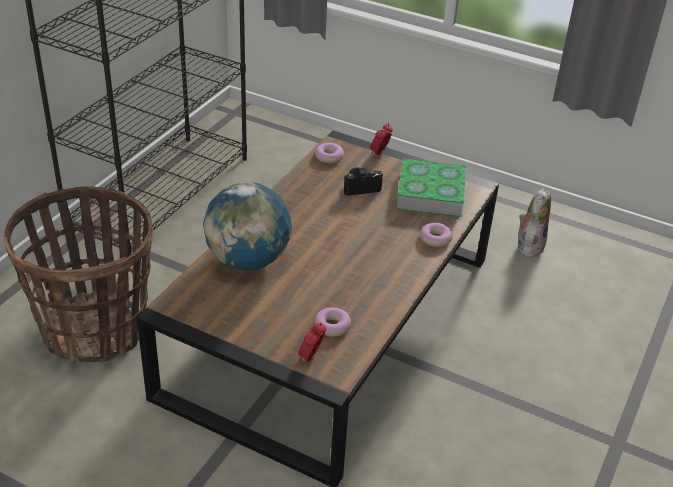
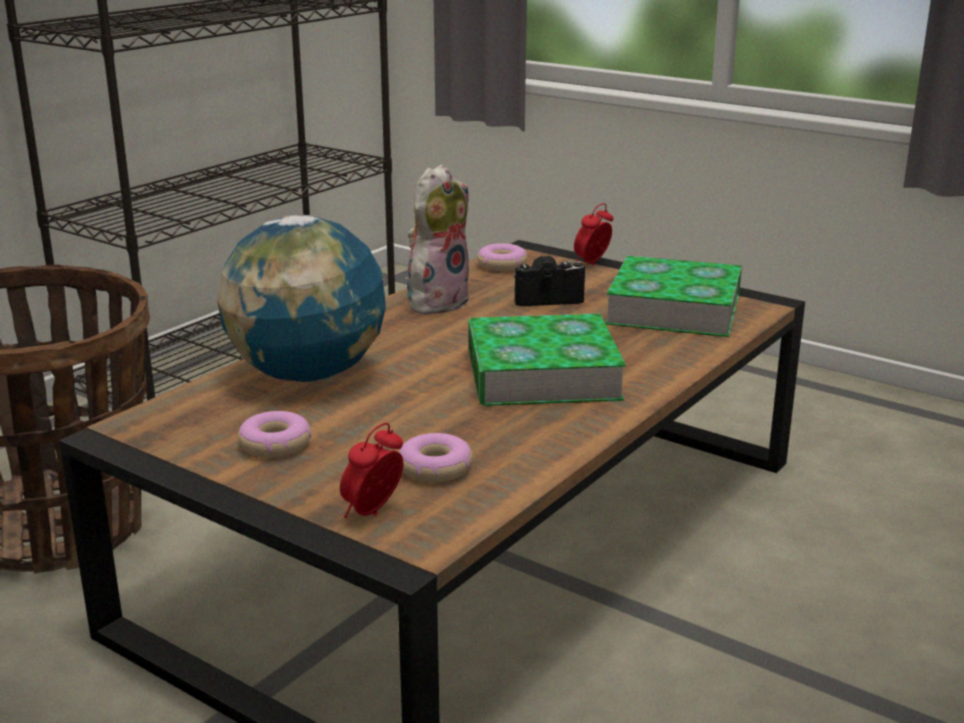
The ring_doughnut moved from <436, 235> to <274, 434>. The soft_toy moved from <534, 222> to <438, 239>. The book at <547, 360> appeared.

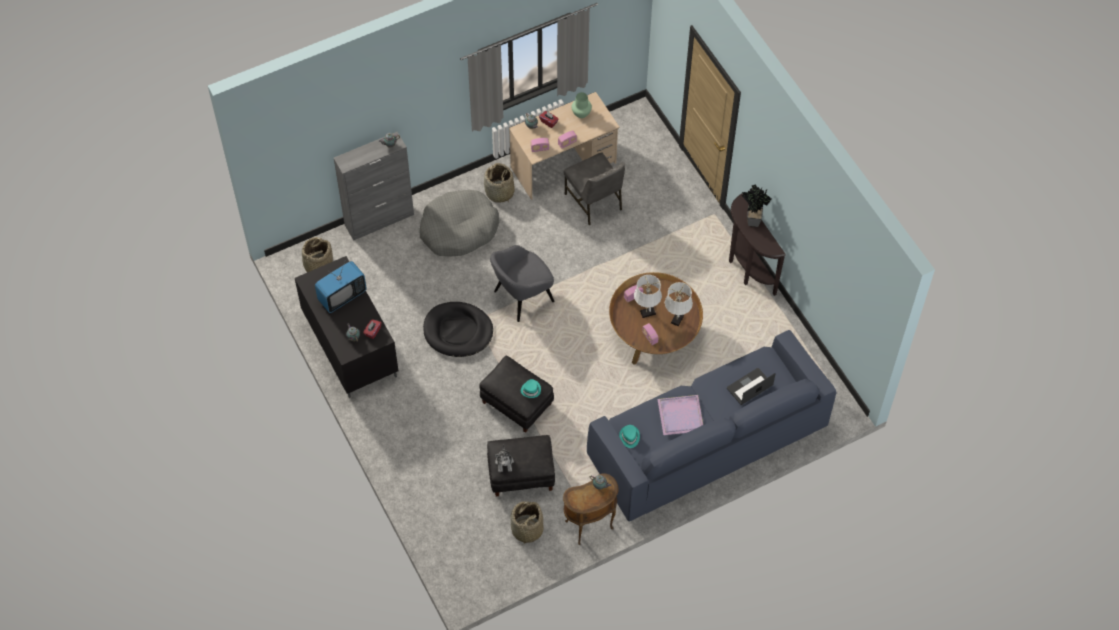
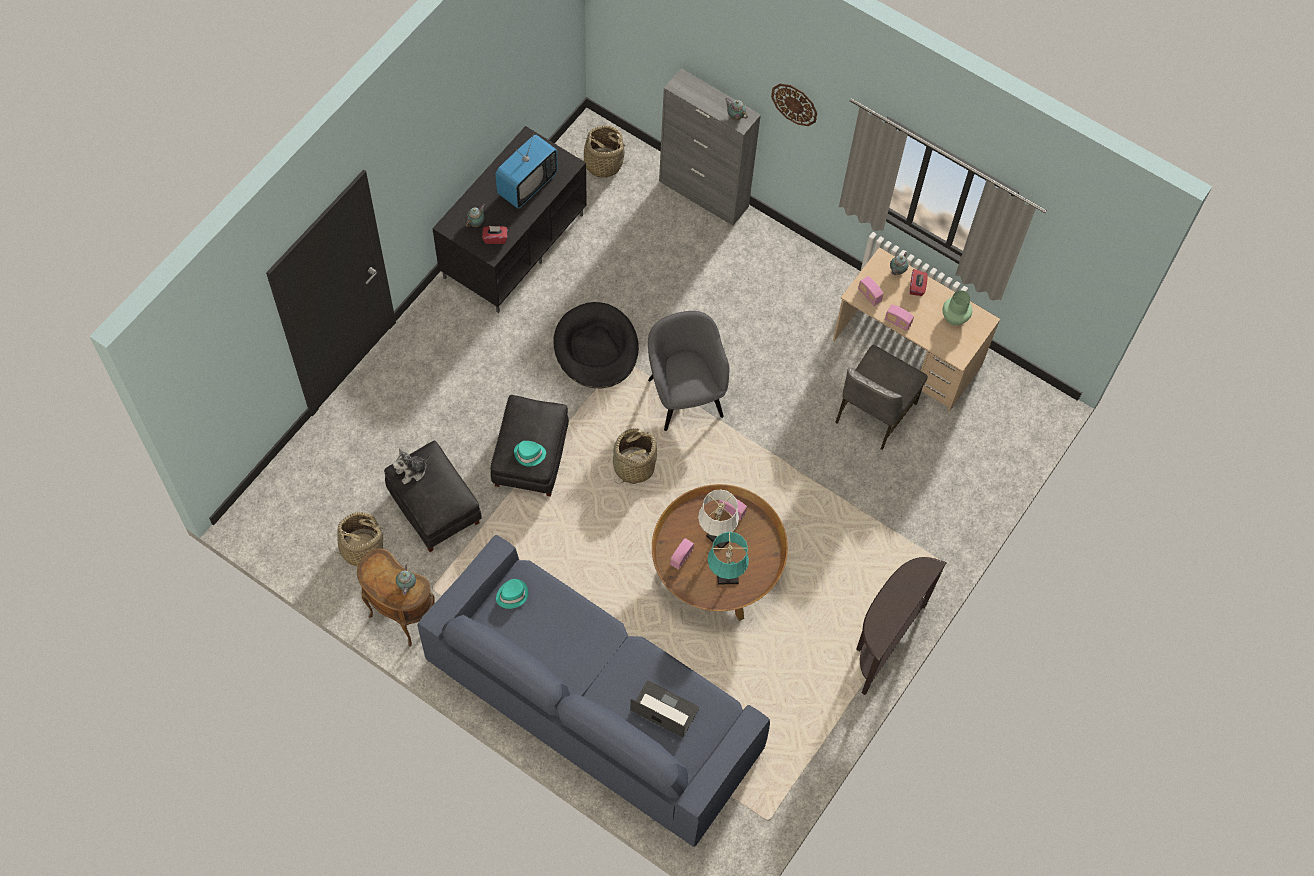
The TV_set at <341, 287> turned 75 degrees counterclockwise. The basket moved from <499, 183> to <635, 456>. The gray_lounge_chair at <522, 283> turned 45 degrees clockwise. The white_tabletop_lamp at <679, 304> became the turquoise_tabletop_lamp at <728, 558>. The hanging_clock at <794, 105> appeared. The gray_pet_bed at <459, 223> disappeared. The purple_serving_tray at <680, 415> disappeared. The plant_in_a_pot at <756, 205> disappeared.

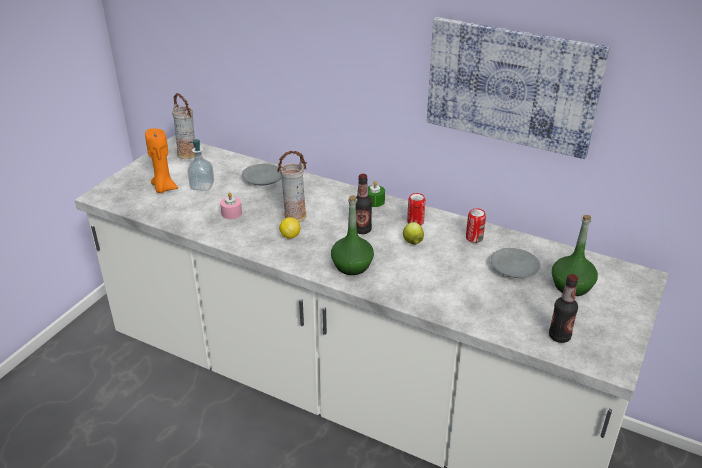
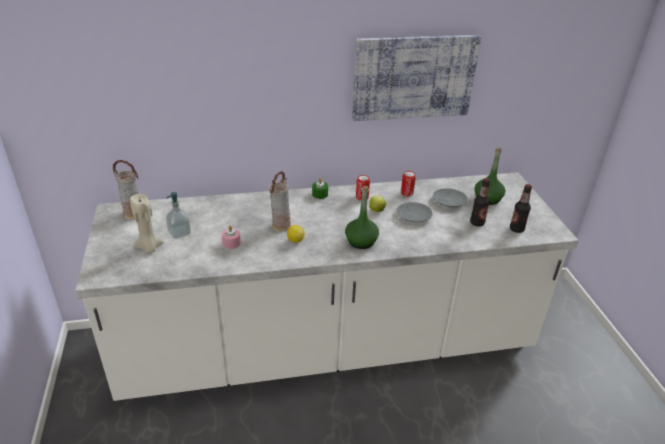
The orange_wax_light at <161, 160> became the sand-coloured_wax_light at <147, 223>. The gray_dinner_plate moved from <262, 174> to <414, 212>. The drink_bottle moved from <364, 204> to <480, 202>.

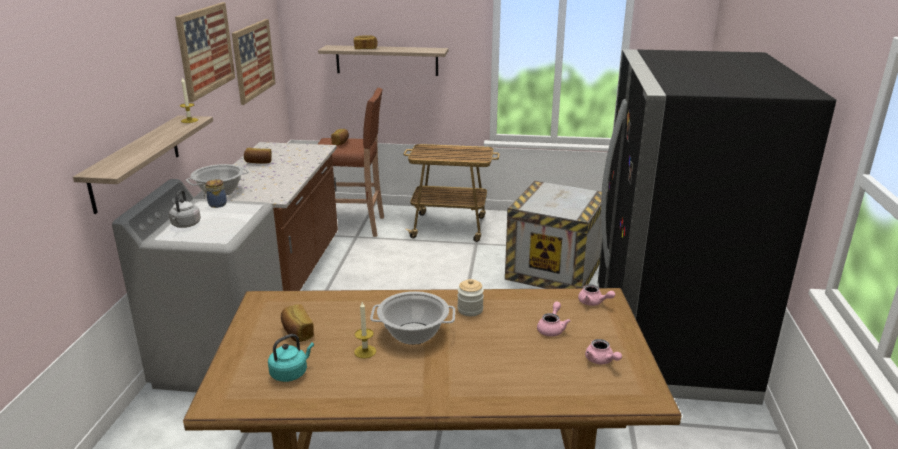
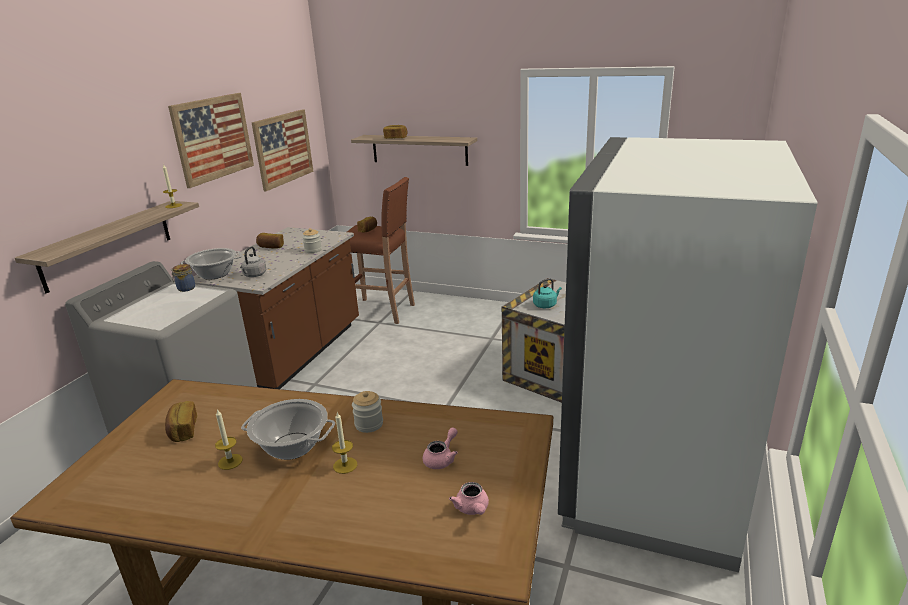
The gray_water_kettle moved from <185, 209> to <253, 261>. The preserve_jar at <312, 240> appeared. The wax_light at <344, 443> appeared. The turquoise_water_kettle moved from <291, 358> to <547, 293>. The black-coloured_fridge at <717, 227> became the white_fridge at <687, 354>. The trolley at <452, 193> disappeared. The pink_teapot at <596, 295> disappeared.

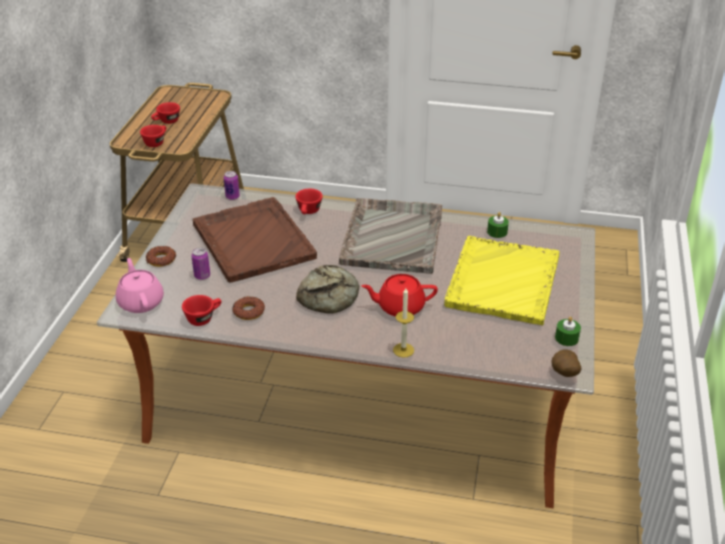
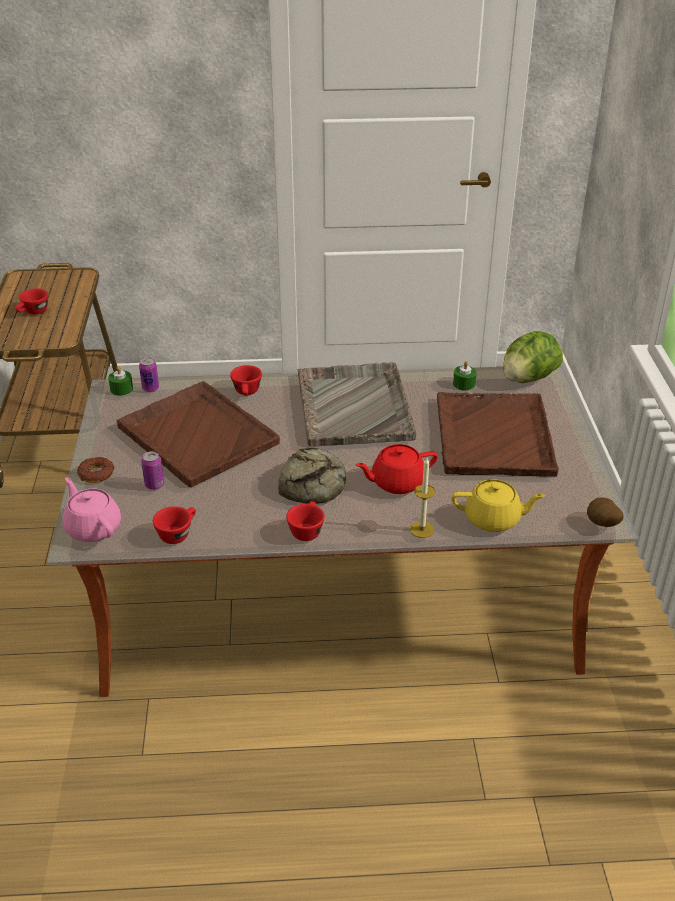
The green-coloured_wax_light moved from <568, 331> to <120, 380>. The reddish_cup moved from <153, 136> to <305, 521>. The yellow_serving_tray at <502, 280> became the brown_serving_tray at <498, 434>. The yellow_teapot at <498, 505> appeared. The lettuce at <533, 357> appeared. The ring_doughnut at <248, 308> disappeared.

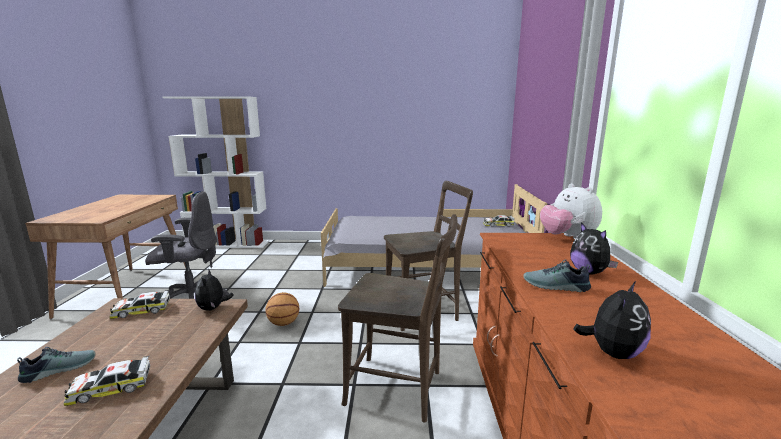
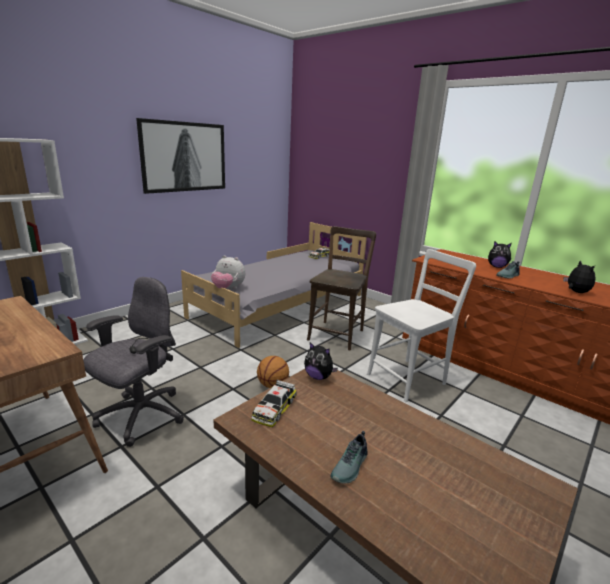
The picture at <180, 156> appeared. The soft_toy moved from <571, 211> to <228, 272>. The shoe at <56, 365> turned 150 degrees counterclockwise. The brown_chair at <398, 318> became the white_chair at <421, 325>. The miniature_car at <107, 381> disappeared.

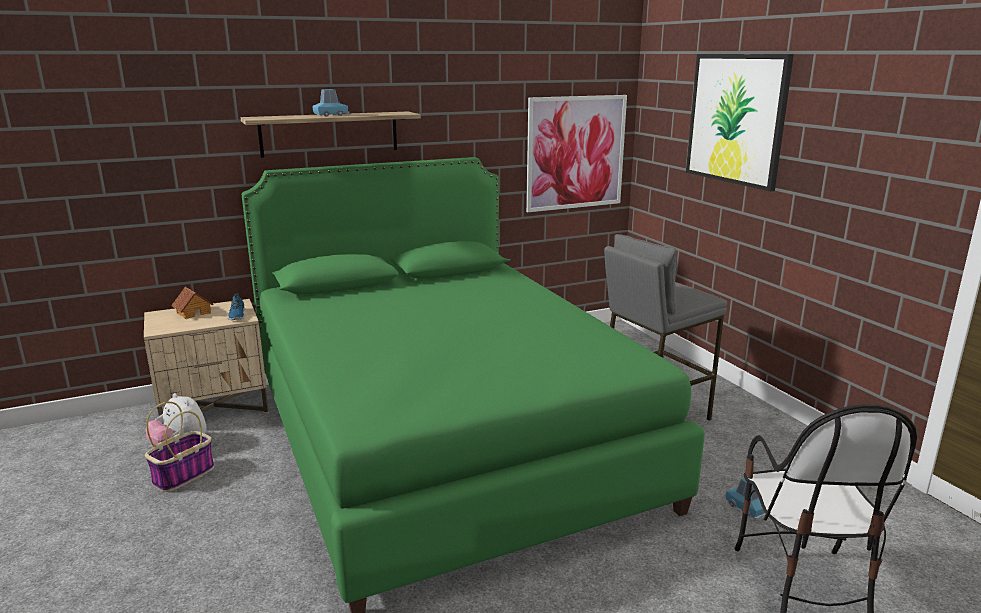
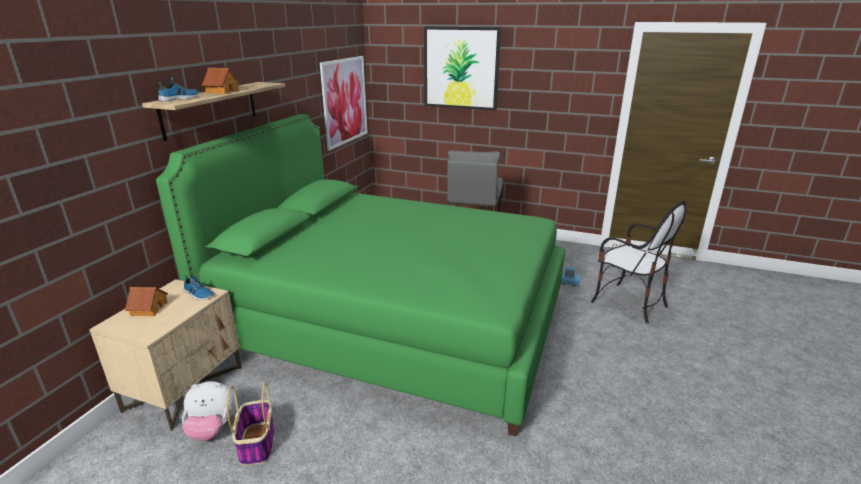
The shoe at <178, 89> appeared. The blue_miniature_car at <331, 103> was replaced by the toy_house at <221, 81>.

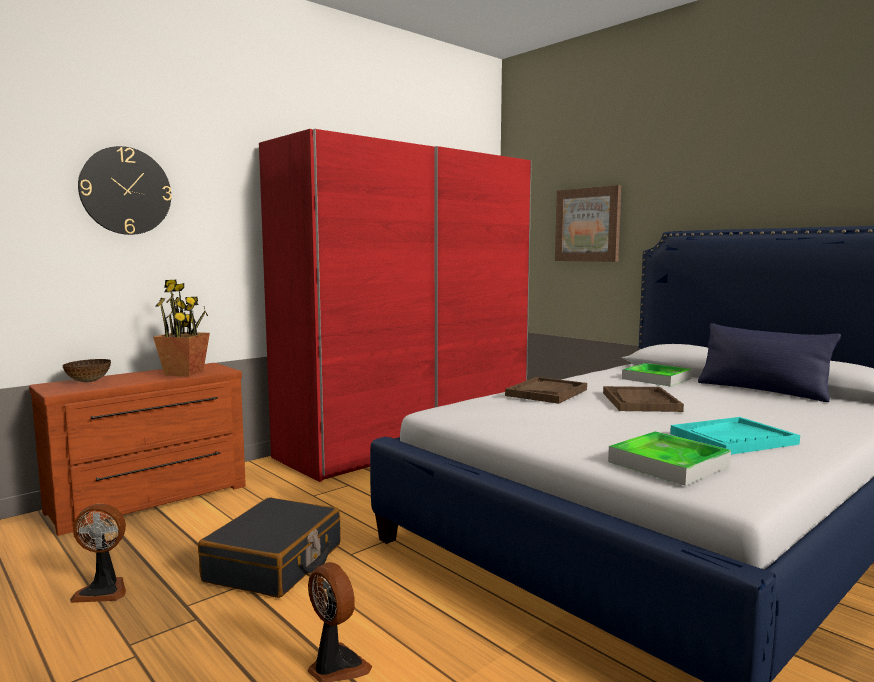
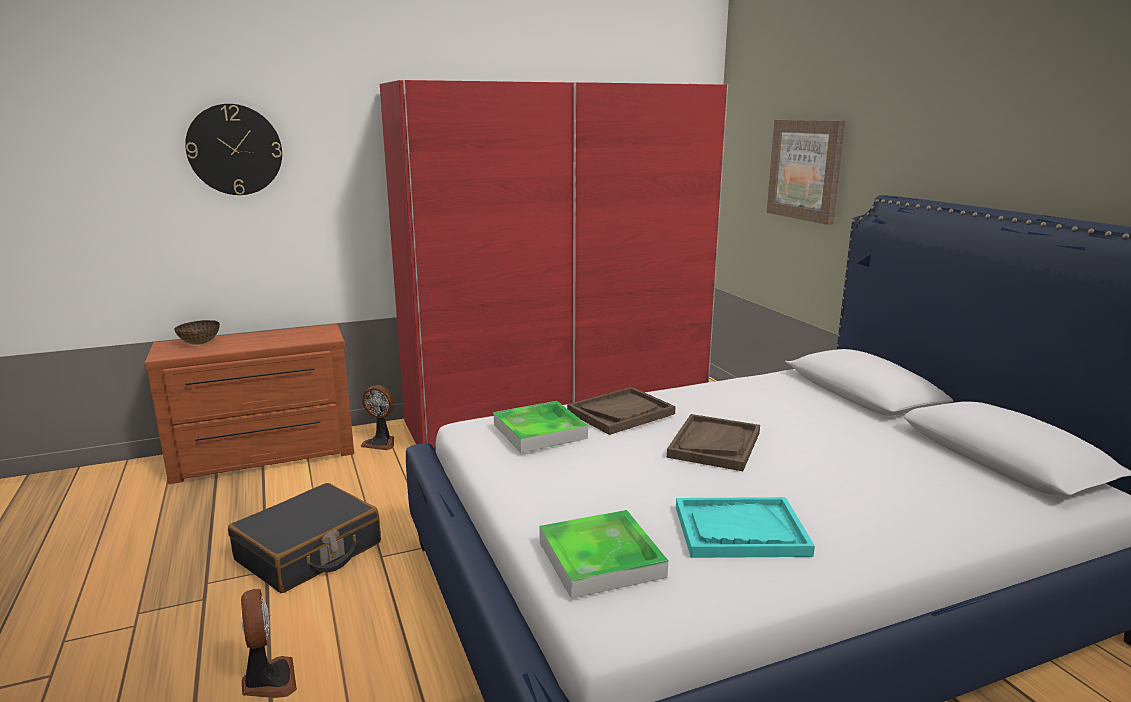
The electric_fan moved from <98, 553> to <378, 417>. The serving_tray moved from <657, 374> to <541, 427>. The plant_in_a_pot at <181, 328> disappeared. The blue_pillow at <769, 362> disappeared.

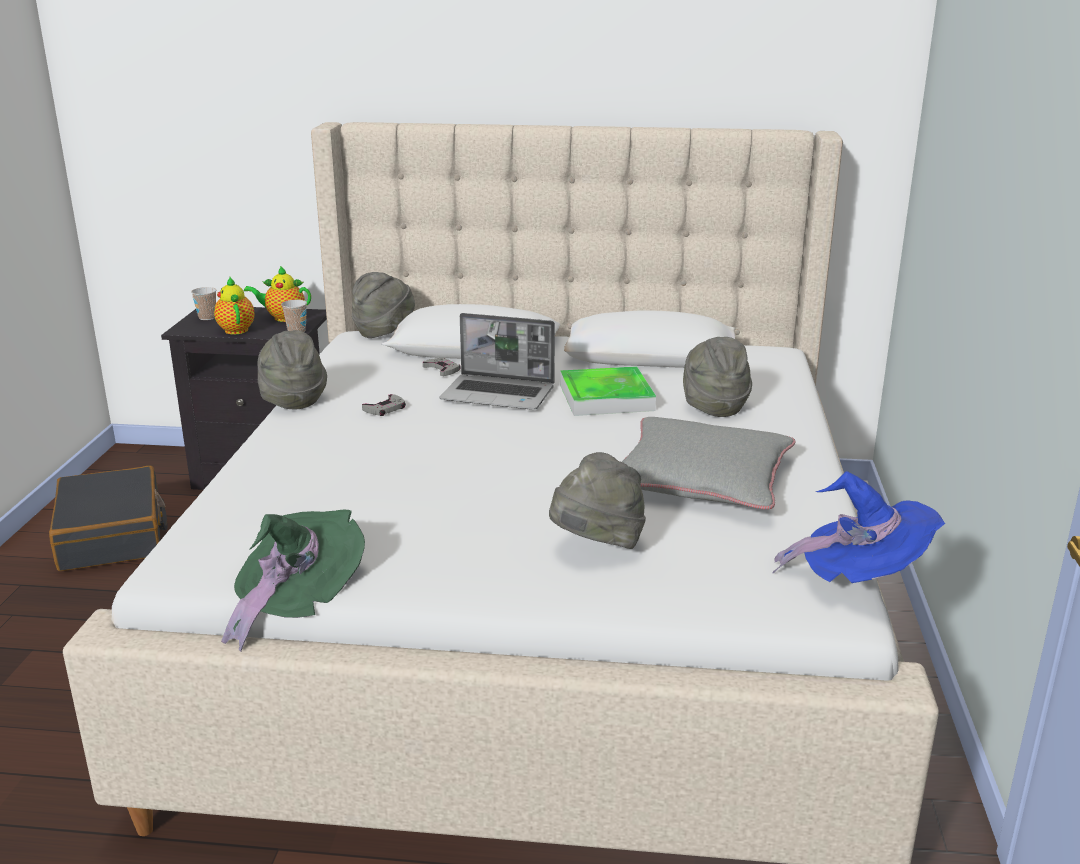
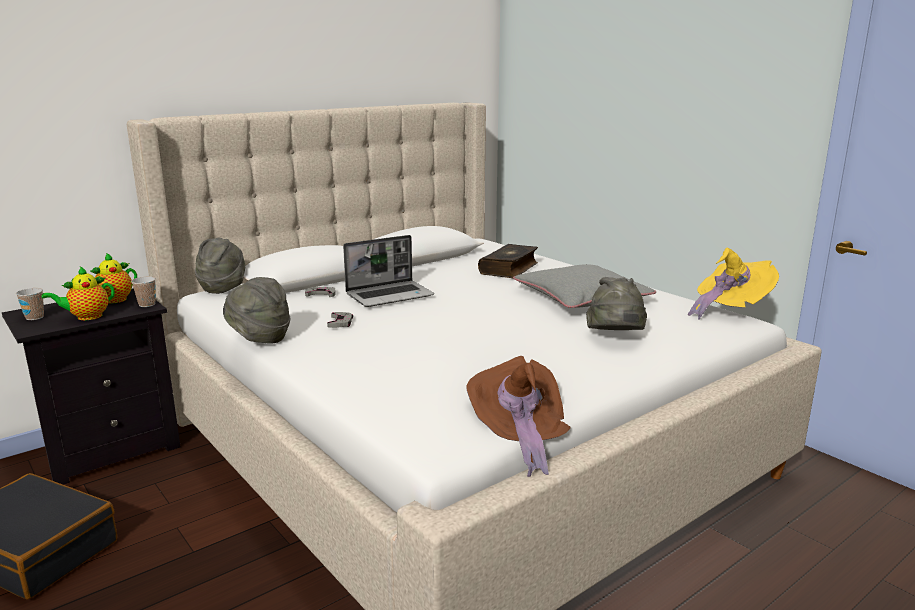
The teapot at <234, 305> turned 60 degrees counterclockwise. The green-coloured_clothing_hat at <293, 580> became the brown_clothing_hat at <518, 416>. The gray_clothing_hat at <717, 377> was replaced by the book at <508, 261>. The blue_clothing_hat at <858, 527> became the yellow_clothing_hat at <733, 284>. The serving_tray at <608, 391> disappeared.

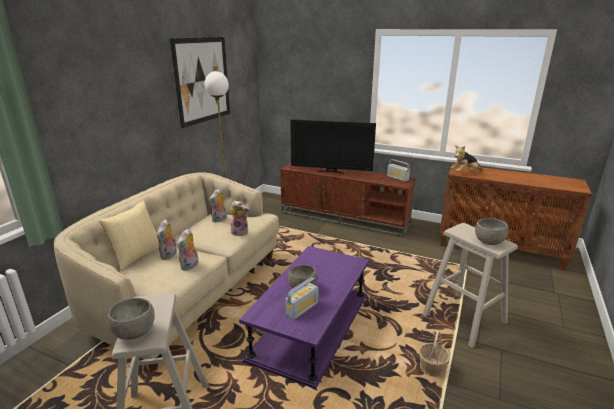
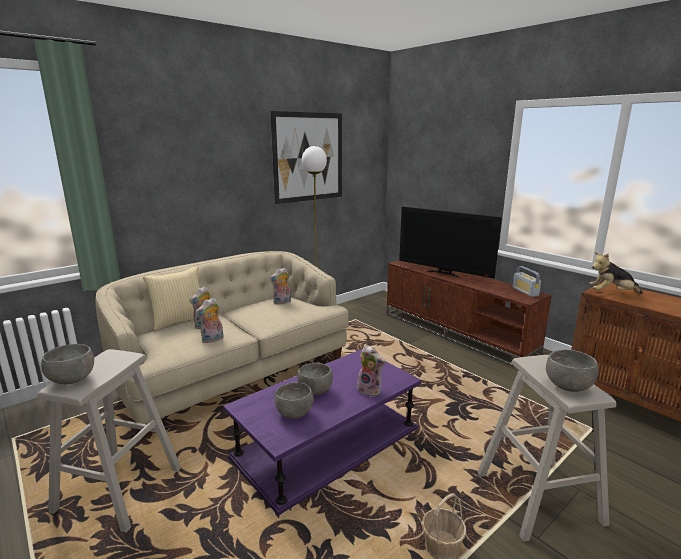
The radio_receiver at <301, 298> was replaced by the gray_deep_dish at <294, 400>. The soft_toy moved from <240, 218> to <371, 371>.

